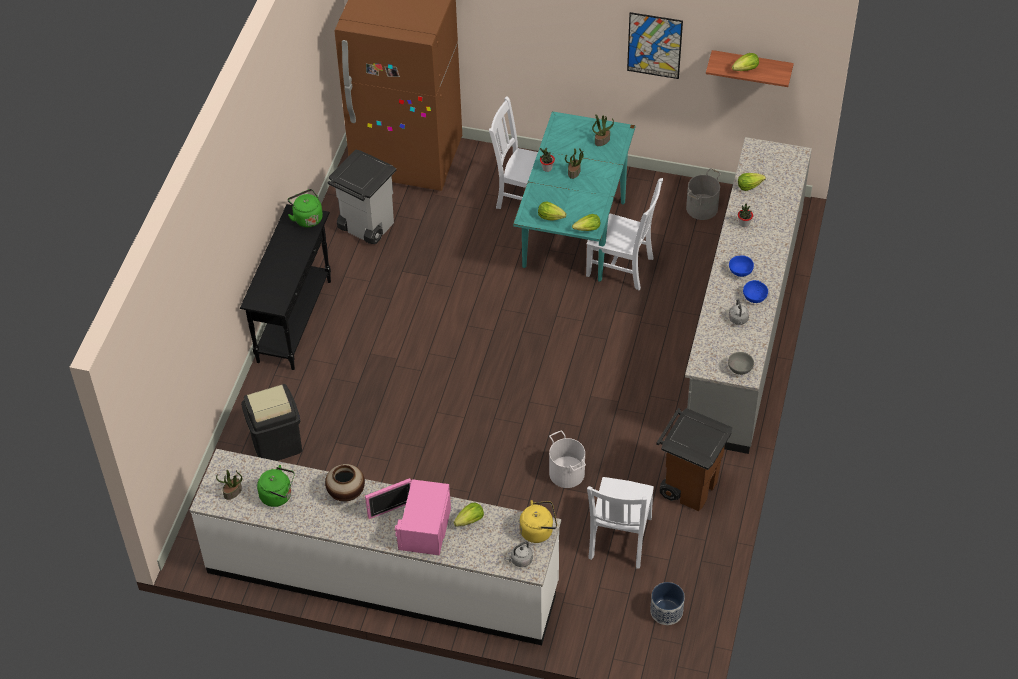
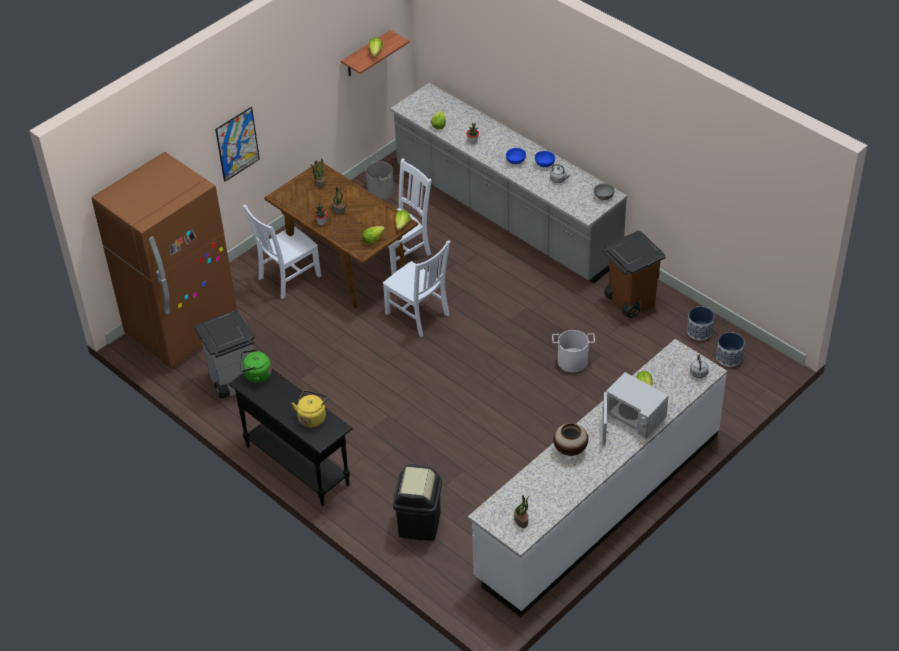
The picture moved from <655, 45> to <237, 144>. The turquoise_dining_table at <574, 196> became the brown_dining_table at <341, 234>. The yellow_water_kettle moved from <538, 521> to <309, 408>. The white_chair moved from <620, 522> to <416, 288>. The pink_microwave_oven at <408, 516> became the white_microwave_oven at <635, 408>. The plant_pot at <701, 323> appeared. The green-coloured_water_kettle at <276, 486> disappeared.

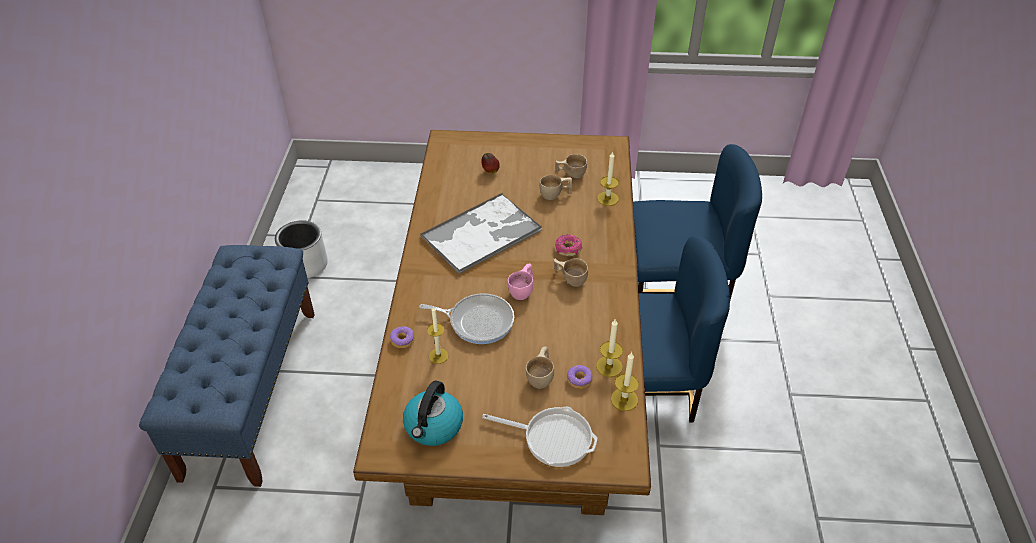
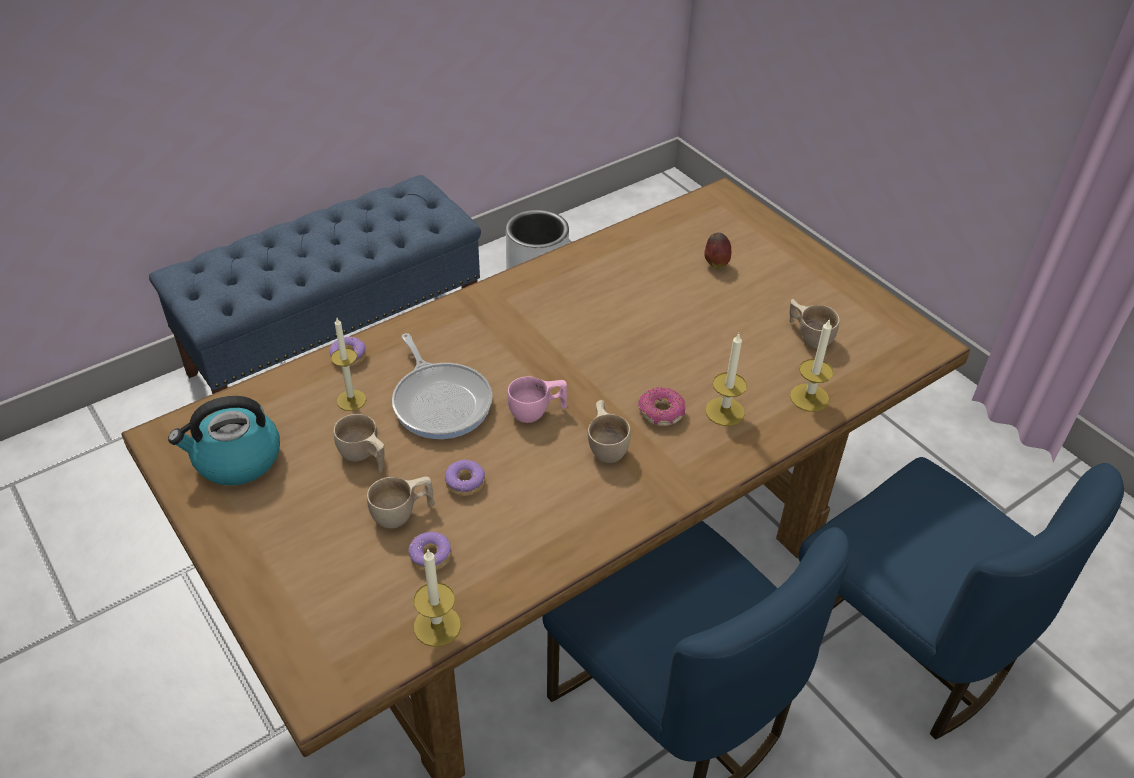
The sand-coloured_cup moved from <556, 187> to <359, 443>. The ring_doughnut at <465, 478> appeared. The wax_light moved from <609, 348> to <726, 380>. The serving_tray at <481, 234> disappeared. The pan at <540, 437> disappeared.

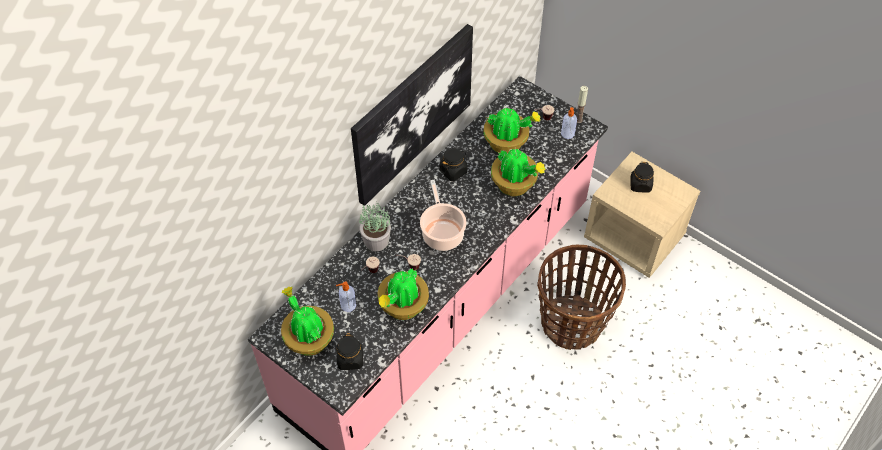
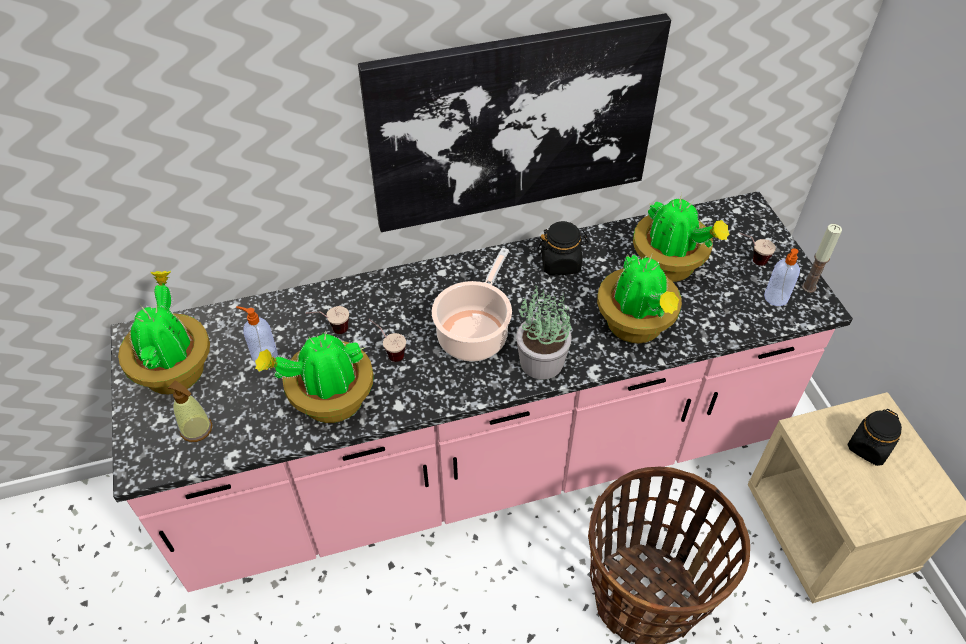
The black-coloured_preserve_jar at <349, 351> was replaced by the soap_bottle at <190, 411>. The plant_in_a_pot moved from <375, 227> to <544, 333>.

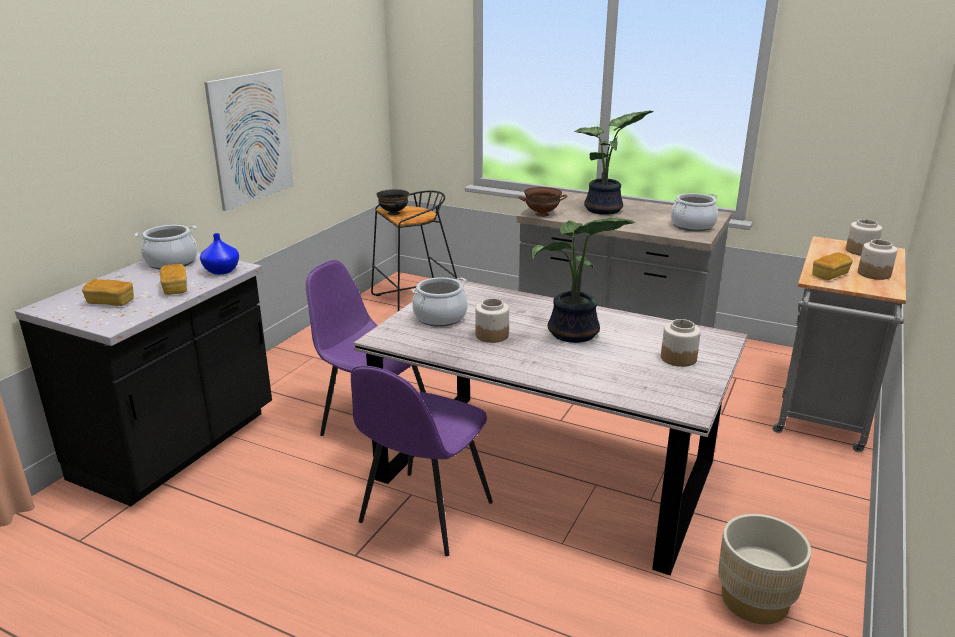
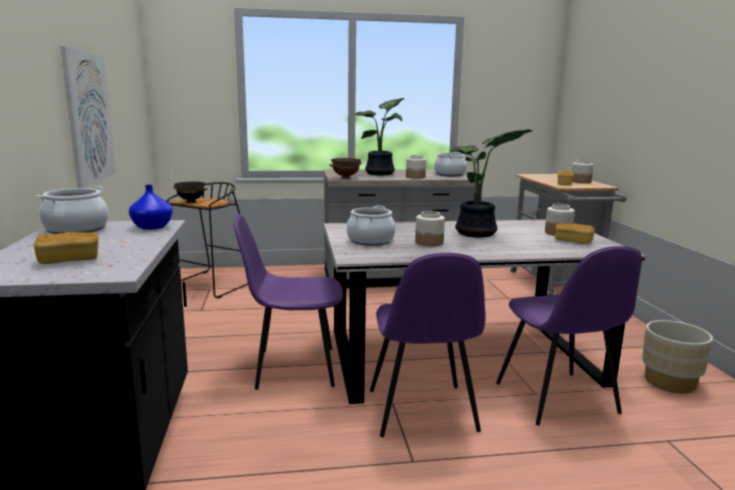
The preserve_jar moved from <864, 237> to <416, 167>. The purple_chair at <569, 336> appeared. The bread moved from <173, 279> to <575, 233>.

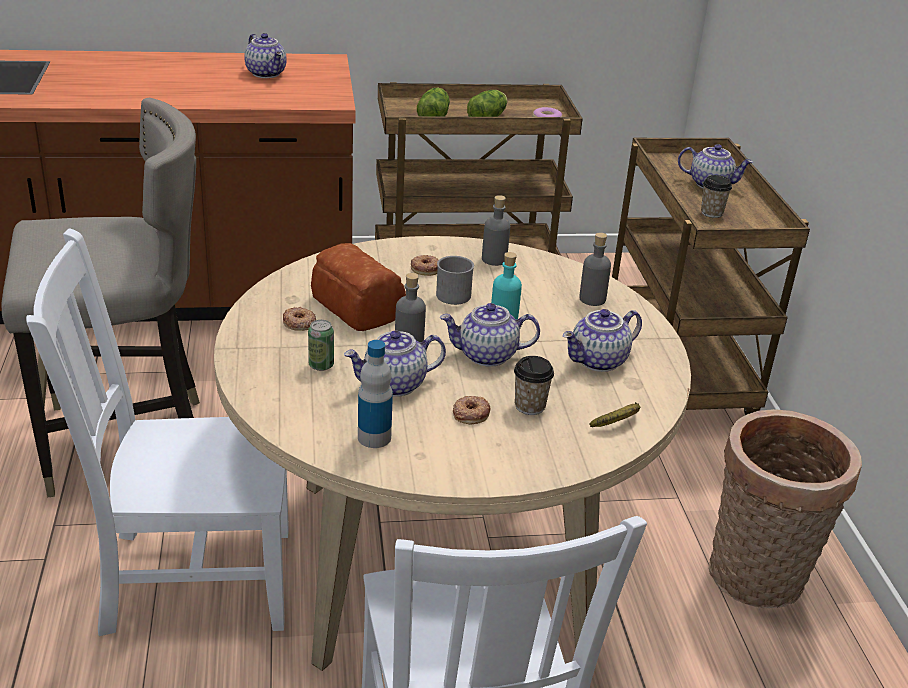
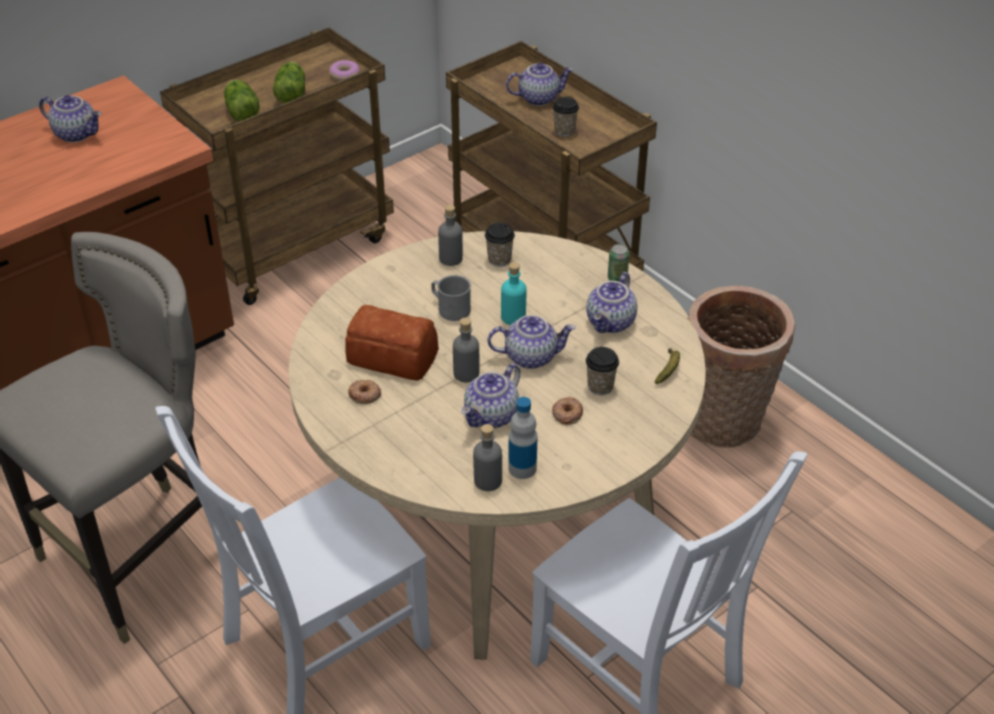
The gray_drink_bottle moved from <595, 269> to <487, 457>. The cup at <500, 244> appeared. The teapot at <490, 335> turned 150 degrees counterclockwise. The sealed_can moved from <321, 345> to <619, 263>. The ring_doughnut at <424, 265> disappeared.

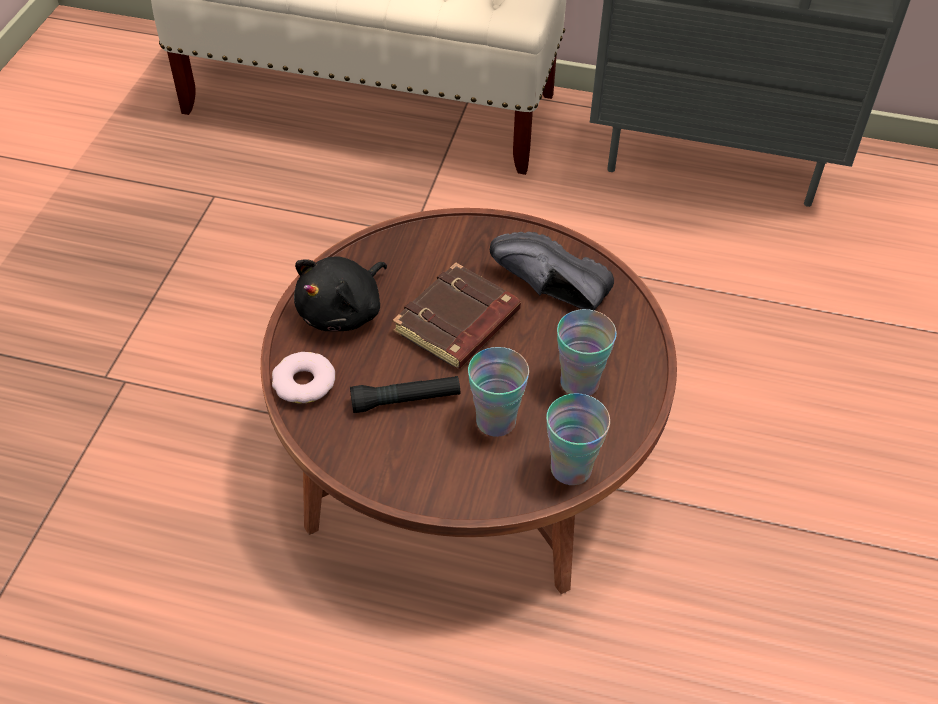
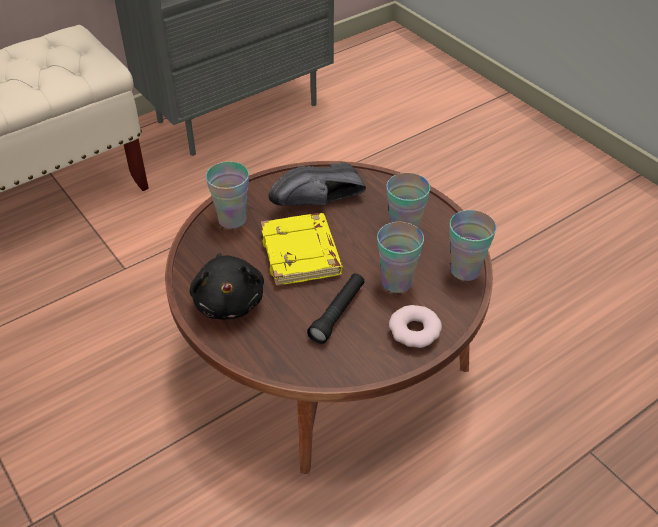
The cup at <227, 195> appeared. The brown_book at <457, 315> became the yellow_book at <302, 249>. The ring_doughnut moved from <303, 377> to <415, 326>.

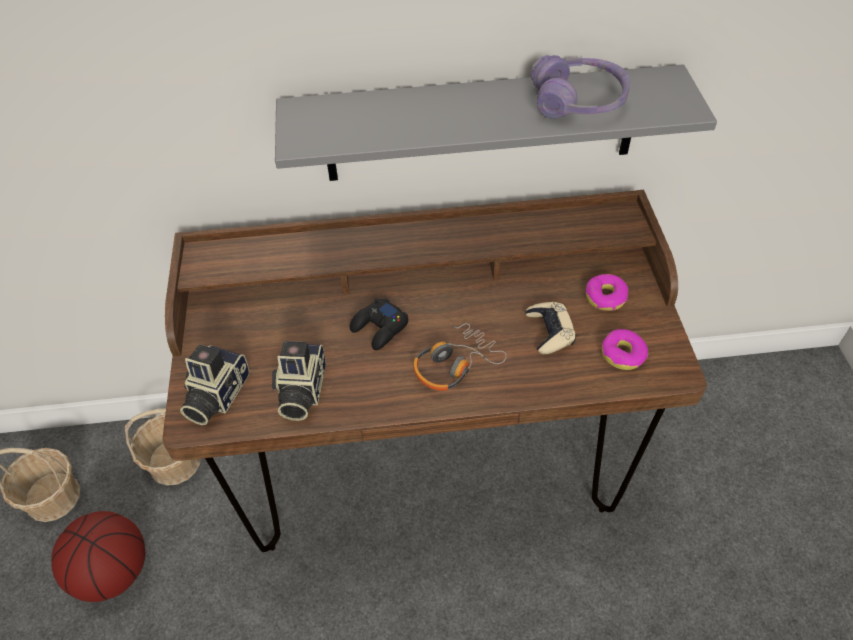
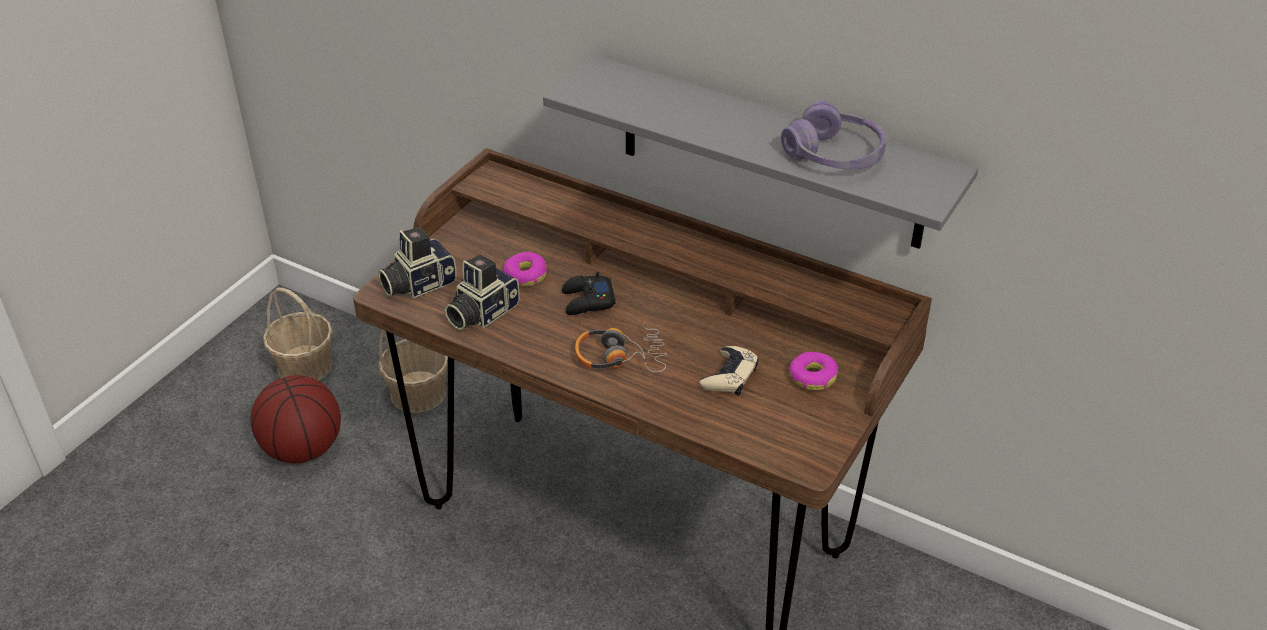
The ring_doughnut moved from <625, 349> to <525, 269>.

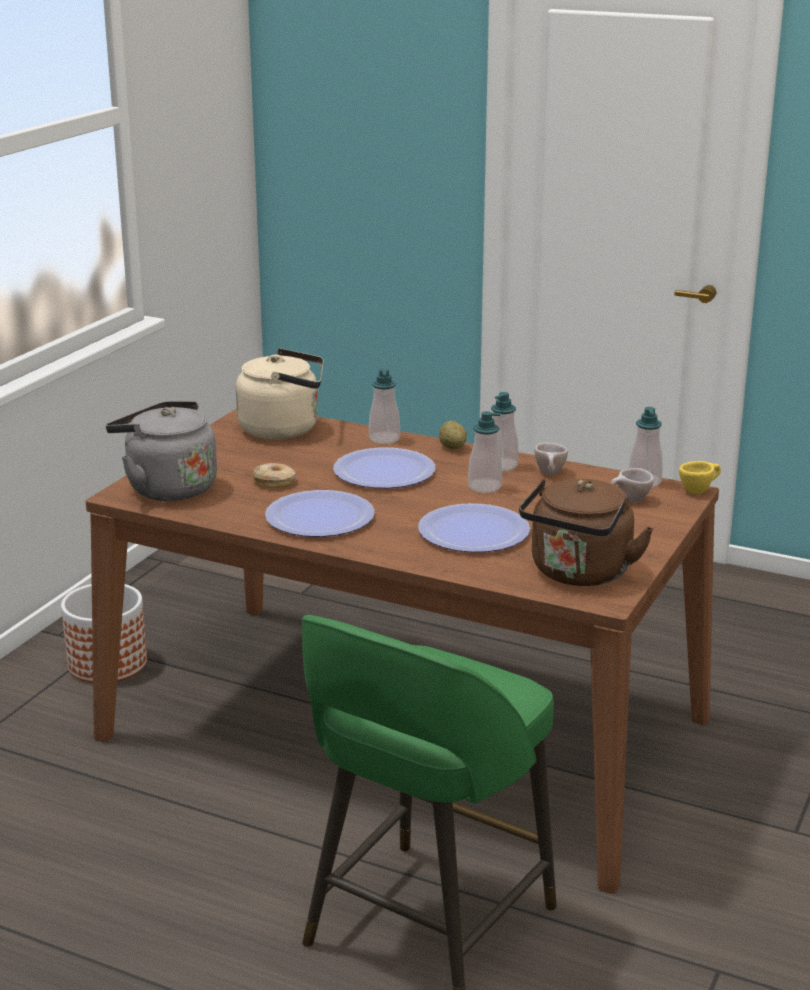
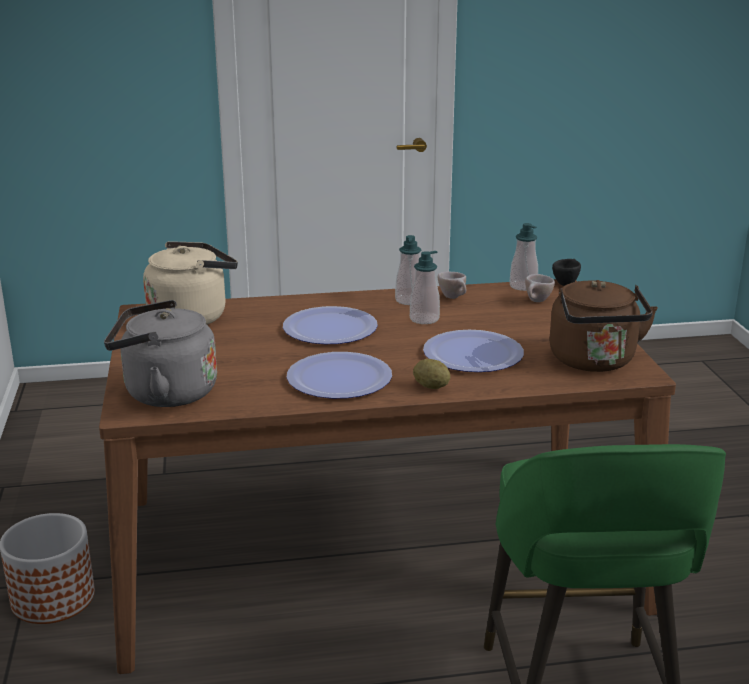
The spud moved from <453, 435> to <431, 374>. The yellow_cup at <700, 477> became the black-coloured_cup at <566, 272>. The ring_doughnut at <273, 475> disappeared. The soap_bottle at <384, 406> disappeared.

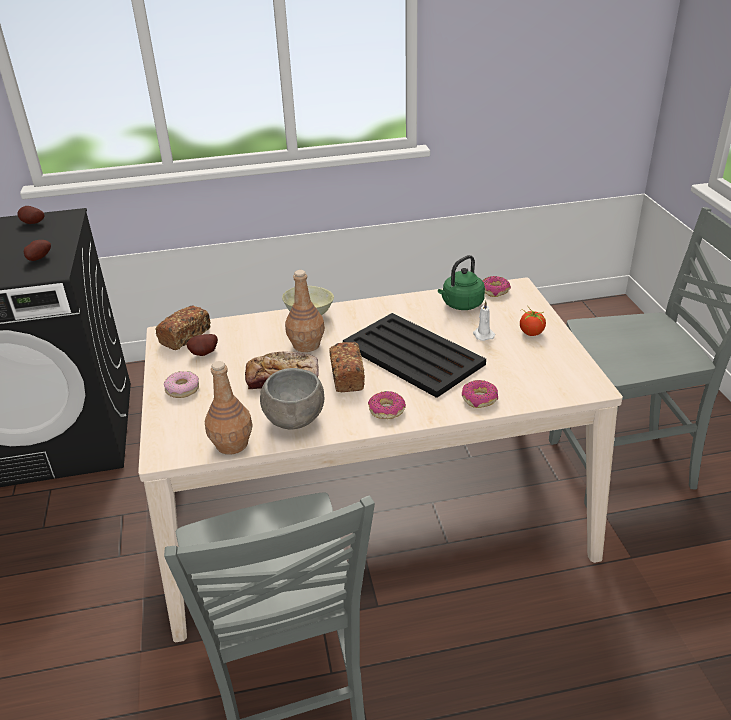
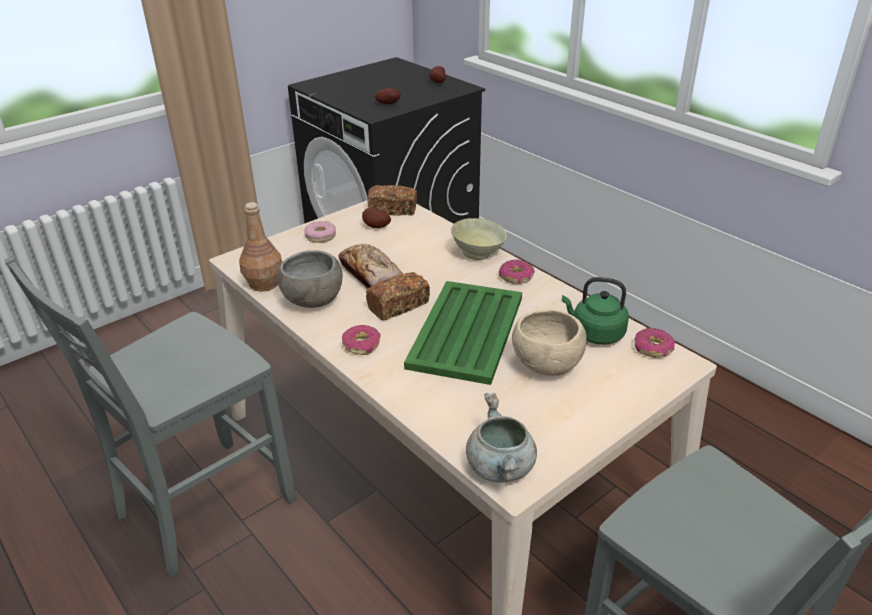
The black-coloured_serving_tray at <414, 355> became the green-coloured_serving_tray at <463, 333>. The gray_saucepot at <501, 438> appeared. The ring_doughnut moved from <480, 394> to <517, 271>. The white_wax_light at <484, 321> was replaced by the sand-coloured_deep_dish at <549, 342>. The brown_drink_bottle at <305, 311> disappeared. The tomato at <533, 320> disappeared.

